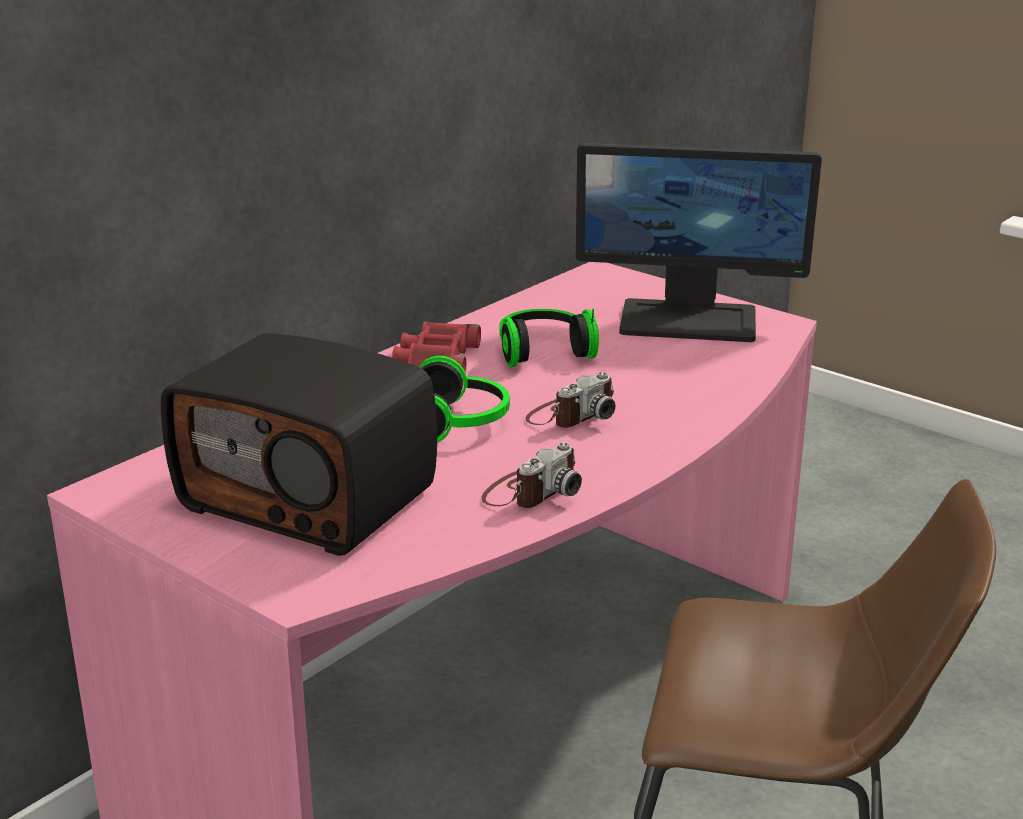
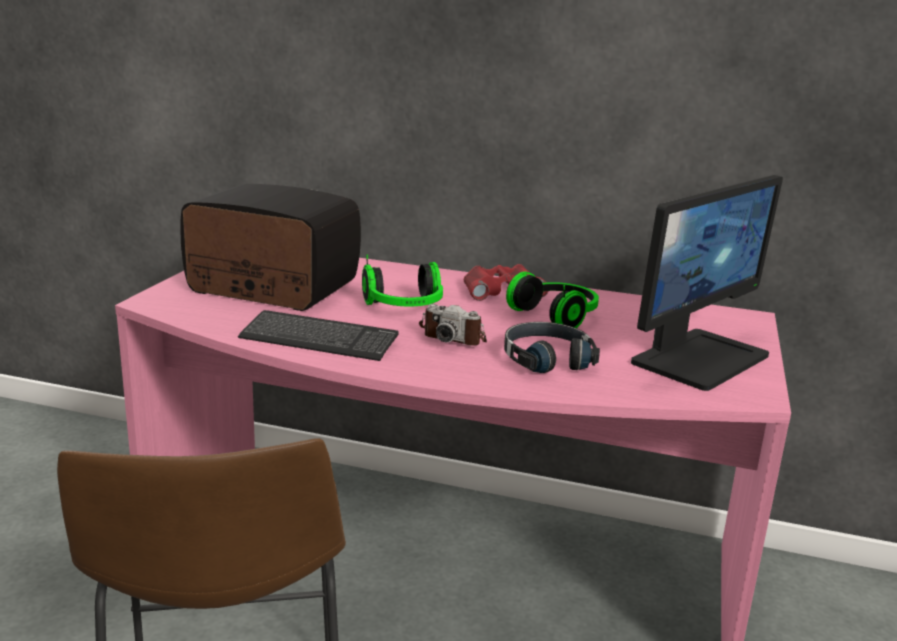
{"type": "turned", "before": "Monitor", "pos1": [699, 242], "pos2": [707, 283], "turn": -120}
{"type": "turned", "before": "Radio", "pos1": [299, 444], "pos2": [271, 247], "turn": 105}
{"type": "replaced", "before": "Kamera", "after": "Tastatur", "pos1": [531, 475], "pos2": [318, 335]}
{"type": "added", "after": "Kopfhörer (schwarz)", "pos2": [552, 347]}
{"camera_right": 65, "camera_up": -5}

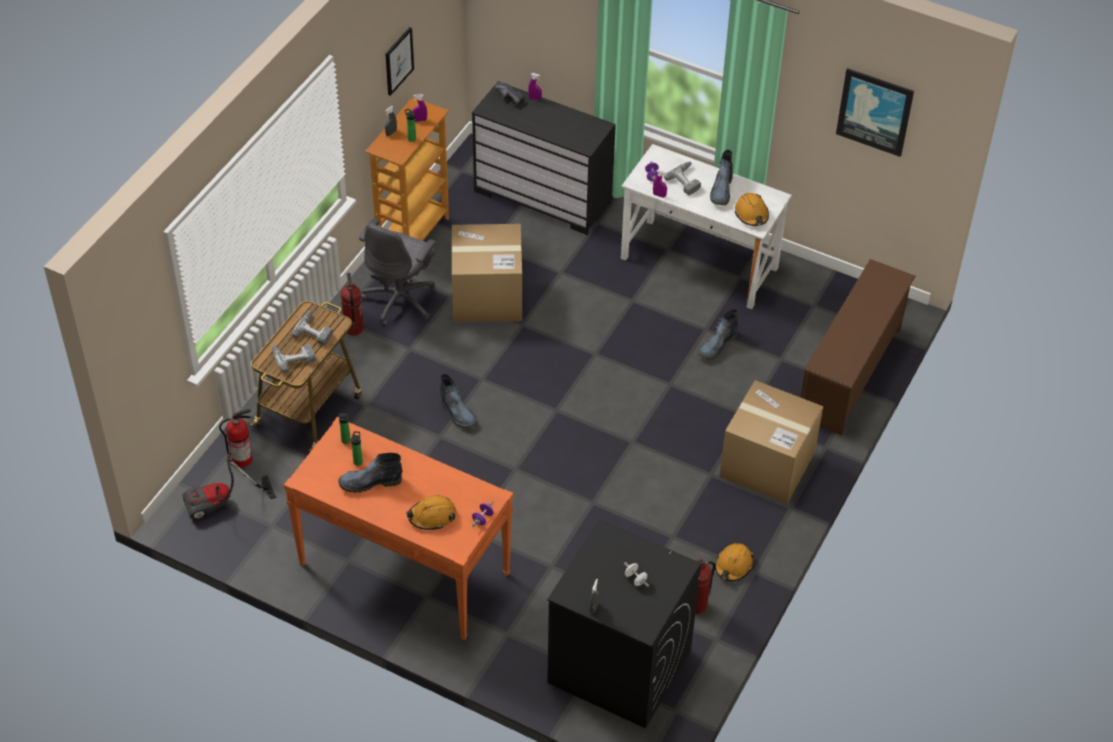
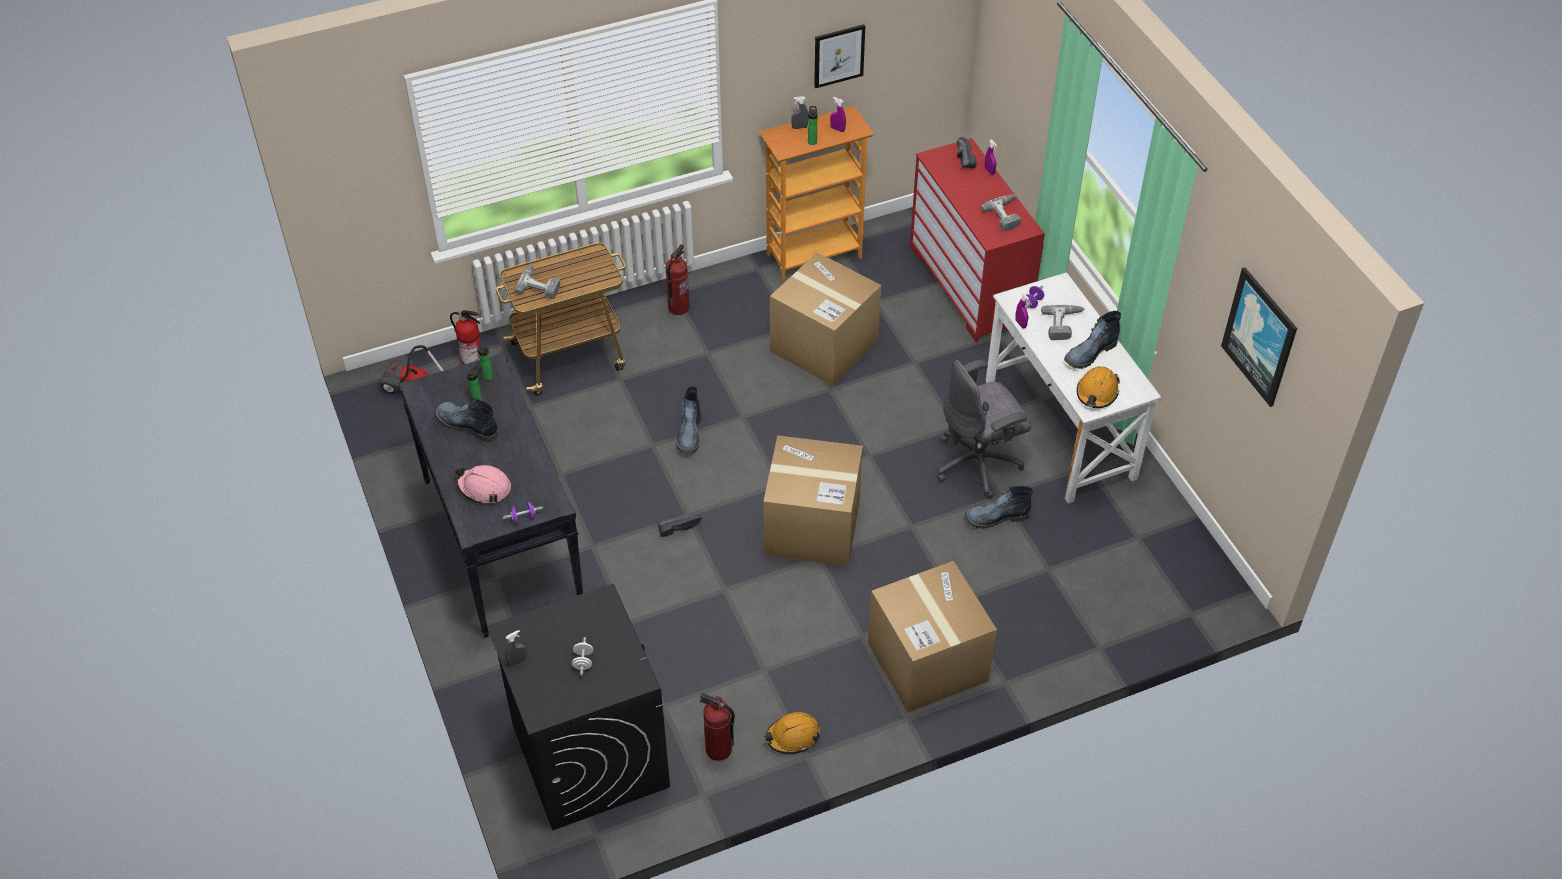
{"type": "recoloured", "before": "Kommode (schwarz)", "after": "Kommode (rot)", "pos1": [544, 158], "pos2": [977, 240]}
{"type": "moved", "before": "Bürostuhl (grau)", "pos1": [398, 273], "pos2": [984, 429]}
{"type": "removed", "before": "Schuhregal (braun)", "pos1": [858, 347]}
{"type": "moved", "before": "Bohrmaschine", "pos1": [312, 328], "pos2": [1001, 212]}
{"type": "recoloured", "before": "Konsolentisch (orange)", "after": "Konsolentisch (schwarz)", "pos1": [399, 529], "pos2": [490, 495]}
{"type": "recoloured", "before": "Schutzhelm (orange)", "after": "Schutzhelm (rosa)", "pos1": [431, 512], "pos2": [483, 484]}
{"type": "added", "after": "Karton", "pos2": [813, 500]}
{"type": "added", "after": "Schuh (schwarz)", "pos2": [679, 526]}
{"camera_right": 40, "camera_up": 0}

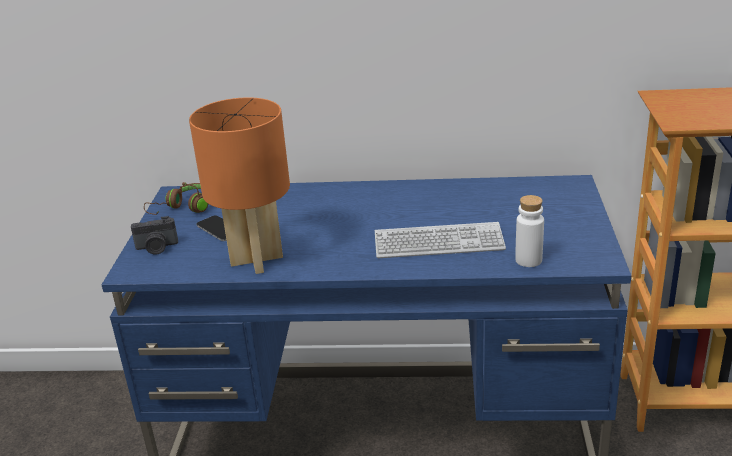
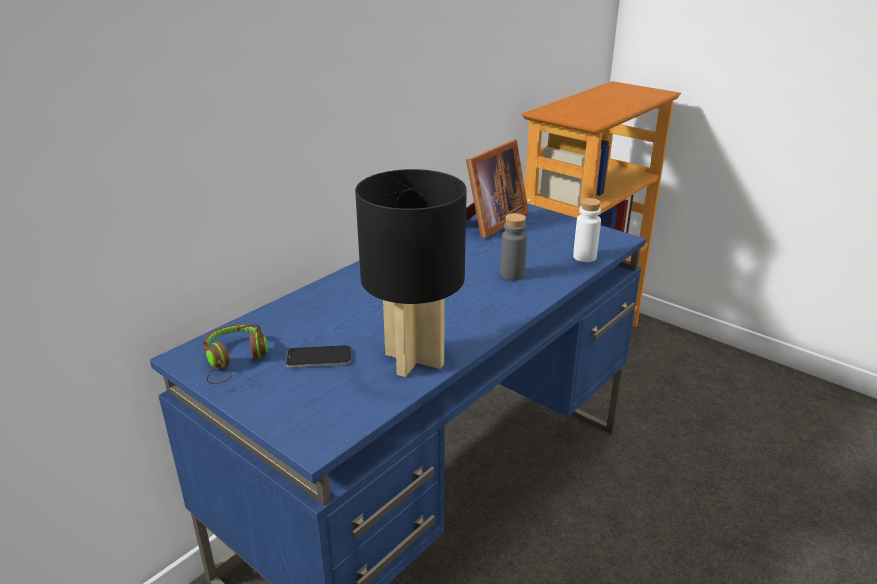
{"type": "recoloured", "before": "Tischlampe (orange)", "after": "Tischlampe (schwarz)", "pos1": [239, 185], "pos2": [411, 273]}
{"type": "removed", "before": "Kamera", "pos1": [154, 235]}
{"type": "replaced", "before": "Tastatur", "after": "Flasche (grau)", "pos1": [440, 240], "pos2": [513, 246]}
{"type": "added", "after": "Bilderrahmen", "pos2": [497, 189]}
{"camera_right": -55, "camera_up": 0}

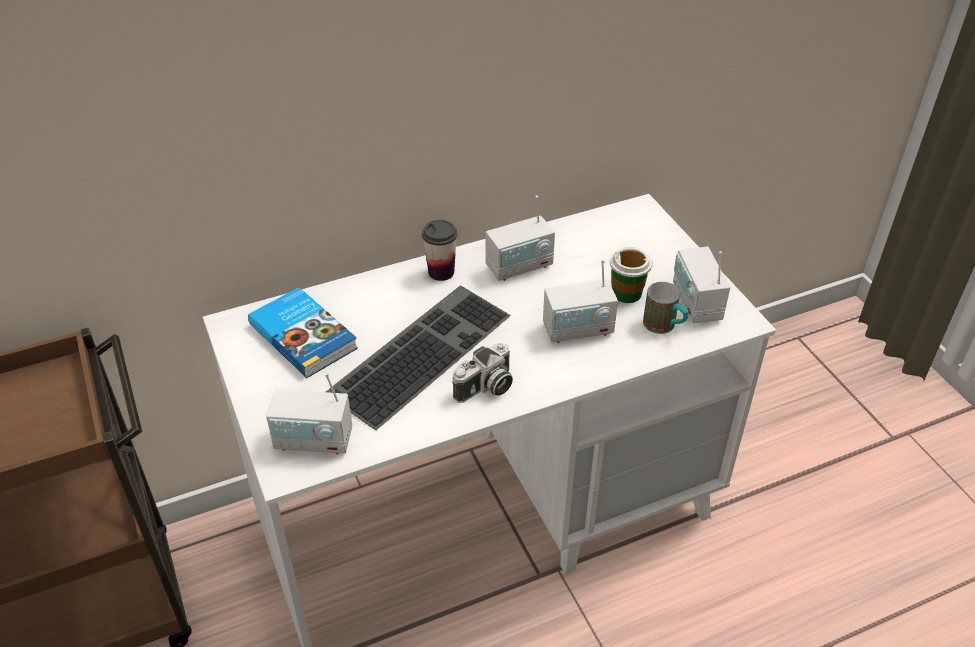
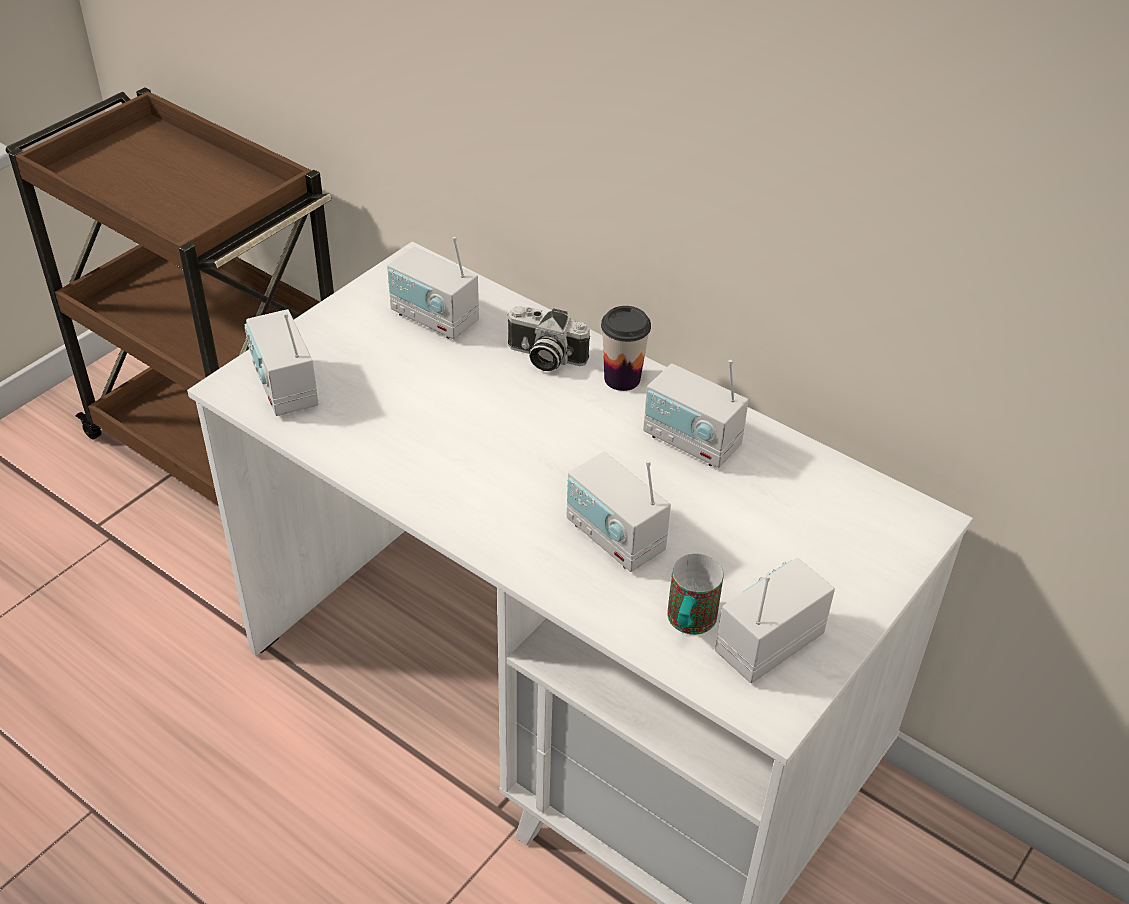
{"type": "removed", "before": "Tasse", "pos1": [631, 275]}
{"type": "removed", "before": "Tastatur", "pos1": [418, 357]}
{"type": "replaced", "before": "Buch", "after": "Radio", "pos1": [303, 332], "pos2": [433, 288]}
{"type": "moved", "before": "Kamera", "pos1": [483, 373], "pos2": [548, 338]}
{"camera_right": 60, "camera_up": 0}

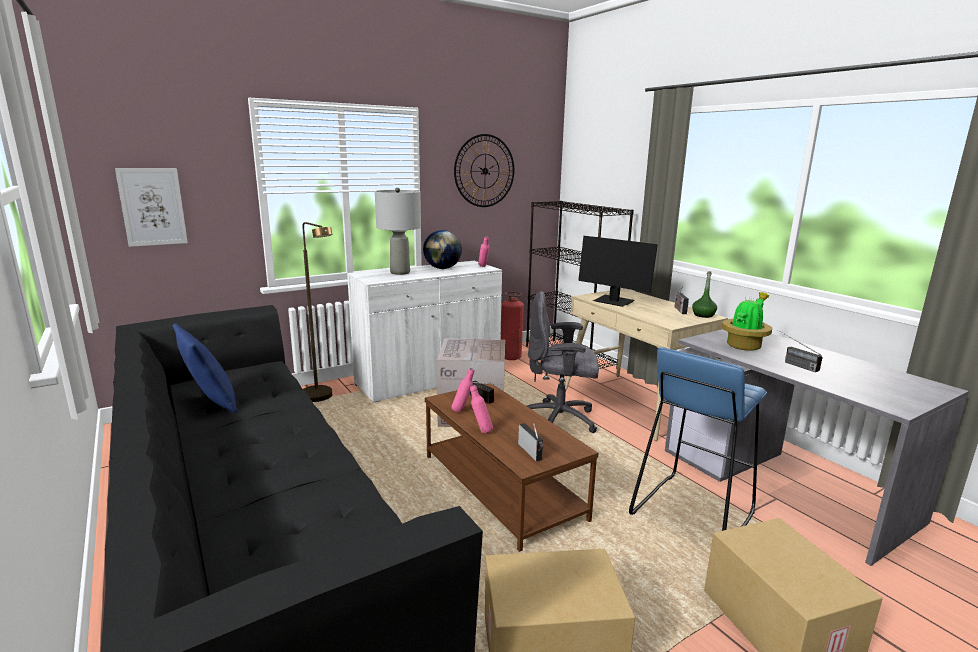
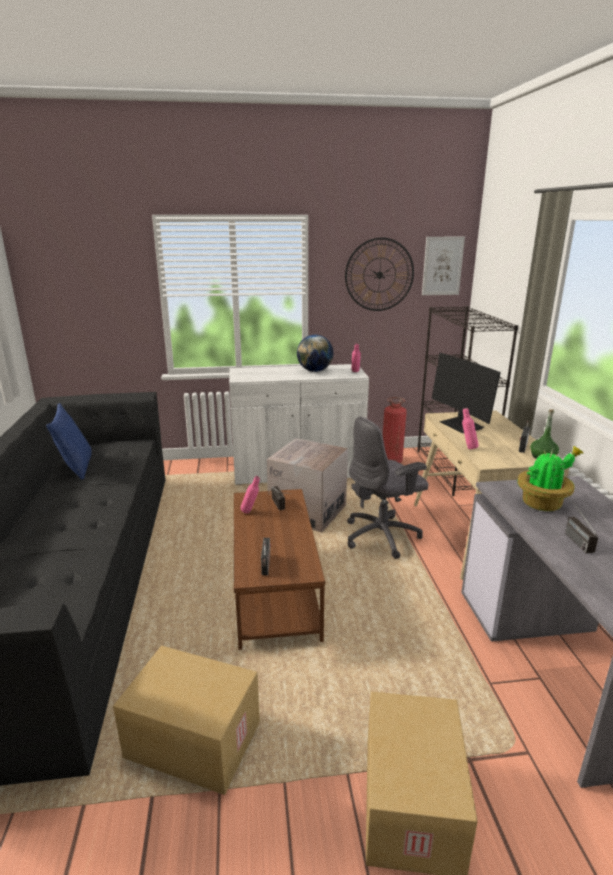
{"type": "moved", "before": "Bild", "pos1": [151, 207], "pos2": [443, 266]}
{"type": "removed", "before": "Tischlampe (grau)", "pos1": [398, 231]}
{"type": "removed", "before": "Stehlampe (braun)", "pos1": [317, 312]}
{"type": "turned", "before": "Bürostuhl (grau)", "pos1": [563, 362], "pos2": [388, 488], "turn": -60}
{"type": "removed", "before": "Hocker (blau)", "pos1": [698, 439]}
{"type": "moved", "before": "Flasche (rosa)", "pos1": [481, 409], "pos2": [470, 428]}
{"camera_right": 25, "camera_up": 5}

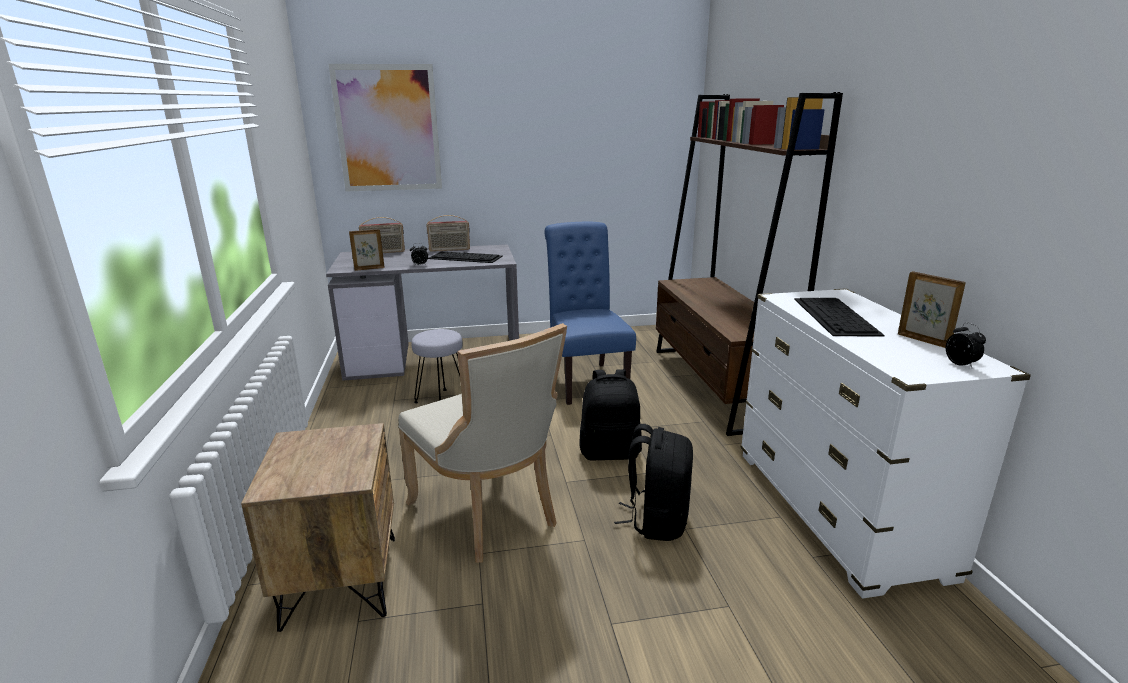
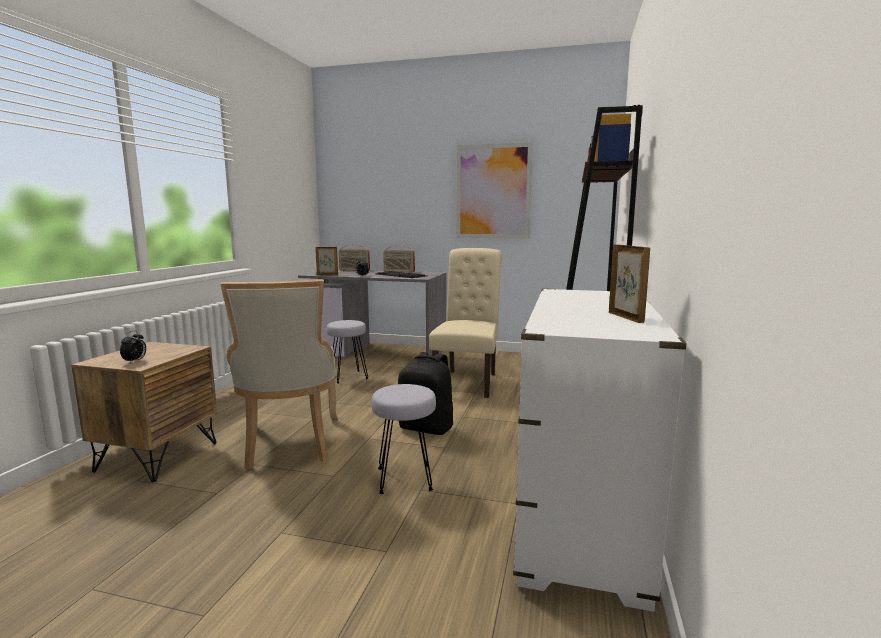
{"type": "moved", "before": "Bild", "pos1": [385, 127], "pos2": [494, 190]}
{"type": "recoloured", "before": "Stuhl (blau)", "after": "Stuhl (beige)", "pos1": [590, 313], "pos2": [465, 323]}
{"type": "removed", "before": "Tastatur", "pos1": [839, 317]}
{"type": "moved", "before": "Wecker", "pos1": [966, 345], "pos2": [133, 347]}
{"type": "replaced", "before": "Rucksack (schwarz)", "after": "Hocker (grau)", "pos1": [653, 482], "pos2": [403, 439]}
{"camera_right": 25, "camera_up": -10}

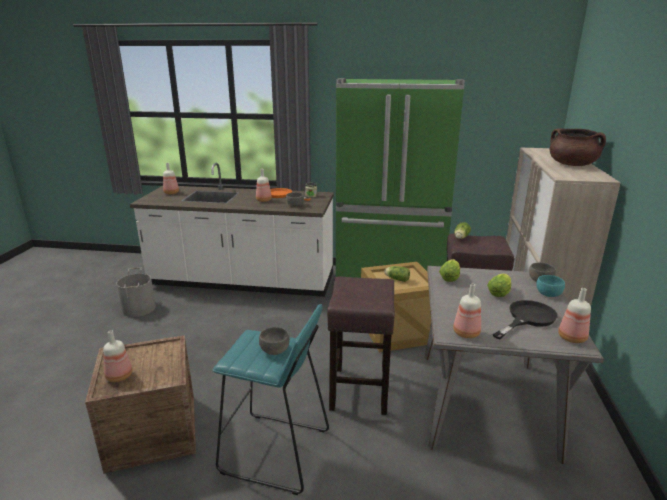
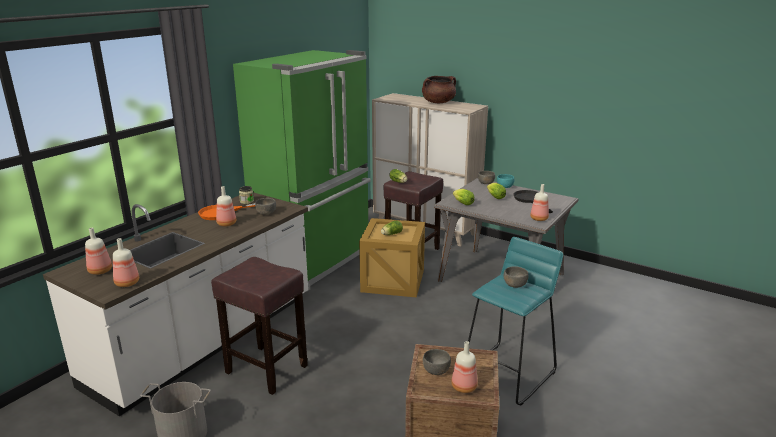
{"type": "moved", "before": "Hocker (braun)", "pos1": [361, 345], "pos2": [259, 326]}
{"type": "moved", "before": "Flasche", "pos1": [574, 315], "pos2": [126, 262]}
{"type": "added", "after": "Schüssel (grau)", "pos2": [437, 362]}
{"camera_right": -65, "camera_up": 0}

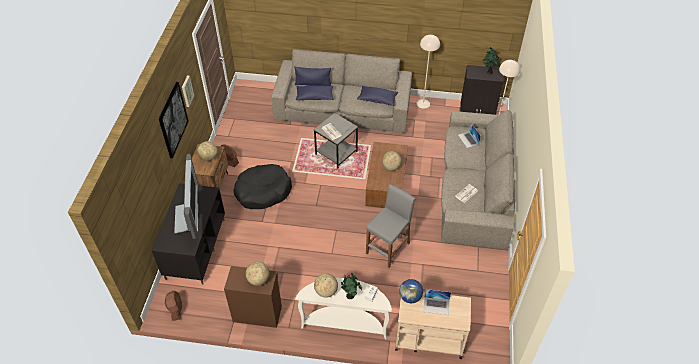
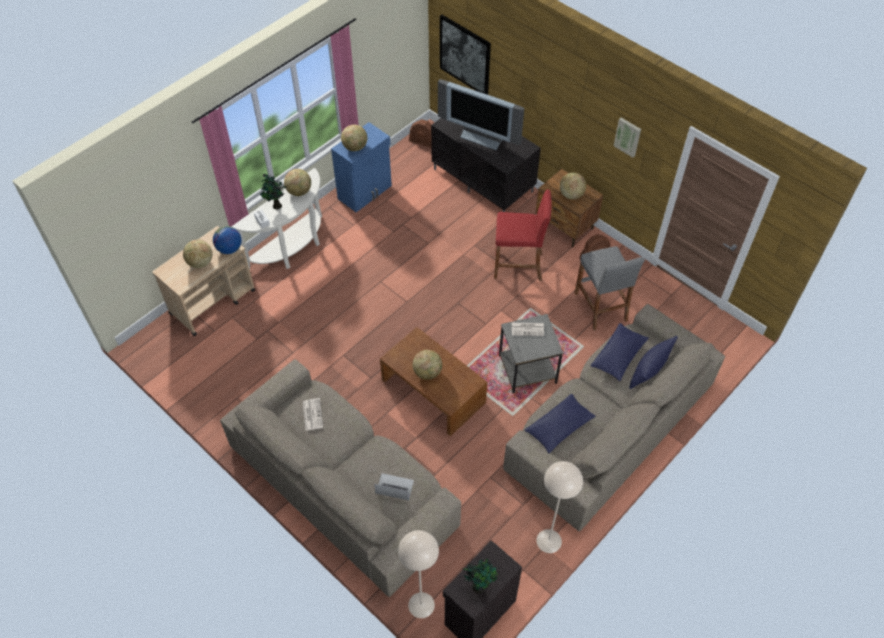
{"type": "moved", "before": "Bild", "pos1": [174, 120], "pos2": [465, 55]}
{"type": "replaced", "before": "Hundebett (schwarz)", "after": "Hocker (rot)", "pos1": [263, 186], "pos2": [523, 235]}
{"type": "moved", "before": "Hocker (grau)", "pos1": [390, 226], "pos2": [610, 288]}
{"type": "recoloured", "before": "Schrank (braun)", "after": "Schrank (blau)", "pos1": [253, 297], "pos2": [361, 167]}
{"type": "replaced", "before": "Laptop", "after": "Globus", "pos1": [437, 302], "pos2": [197, 254]}
{"camera_right": 125, "camera_up": 5}

